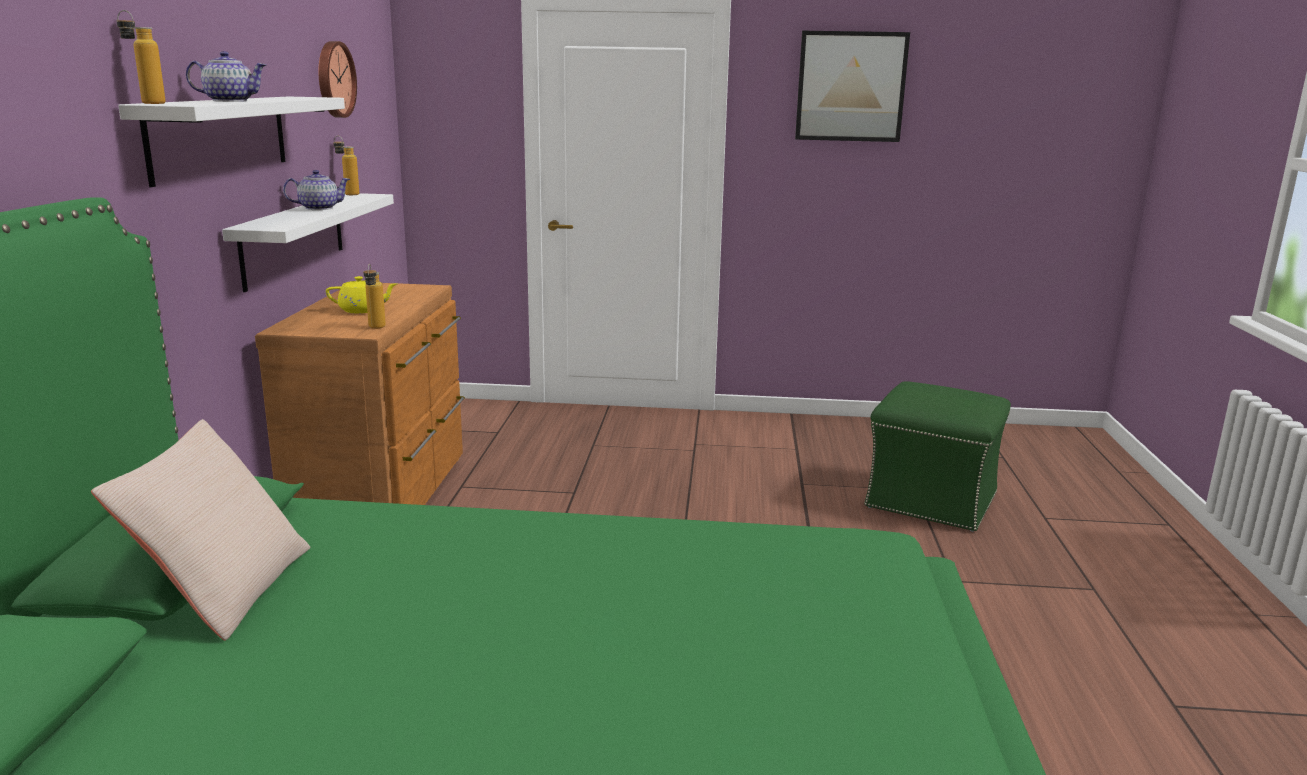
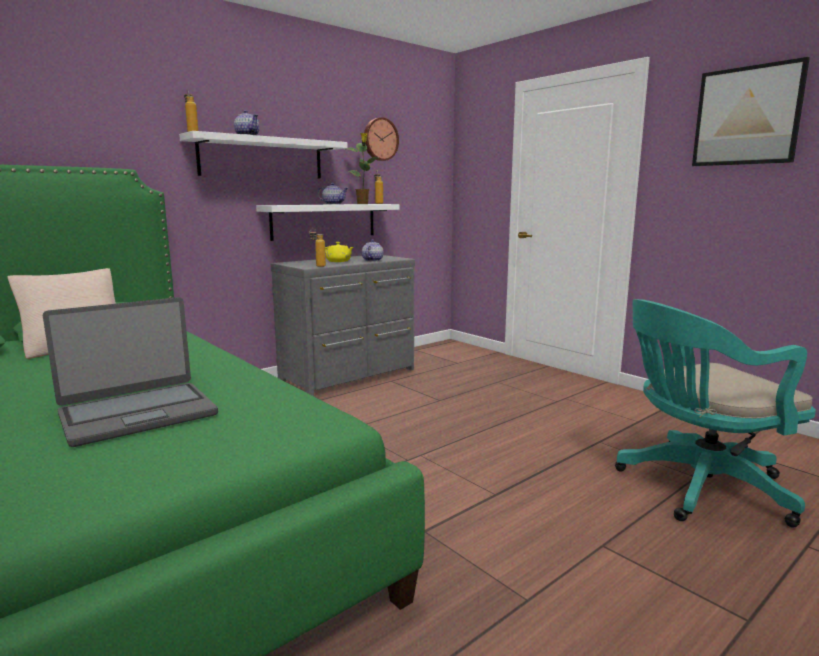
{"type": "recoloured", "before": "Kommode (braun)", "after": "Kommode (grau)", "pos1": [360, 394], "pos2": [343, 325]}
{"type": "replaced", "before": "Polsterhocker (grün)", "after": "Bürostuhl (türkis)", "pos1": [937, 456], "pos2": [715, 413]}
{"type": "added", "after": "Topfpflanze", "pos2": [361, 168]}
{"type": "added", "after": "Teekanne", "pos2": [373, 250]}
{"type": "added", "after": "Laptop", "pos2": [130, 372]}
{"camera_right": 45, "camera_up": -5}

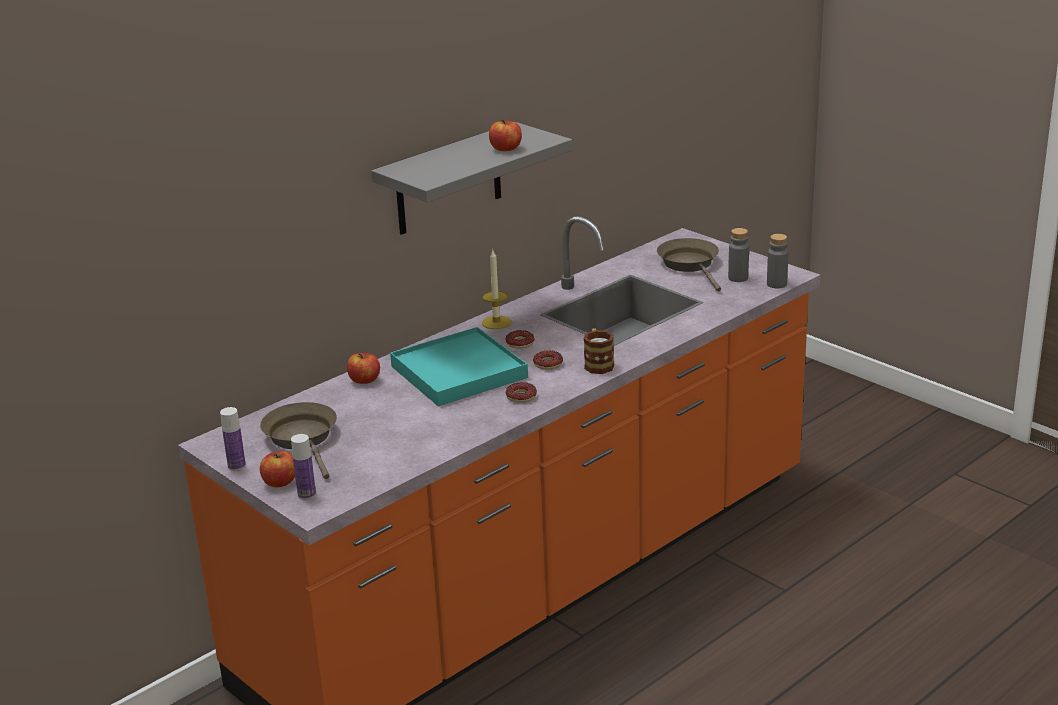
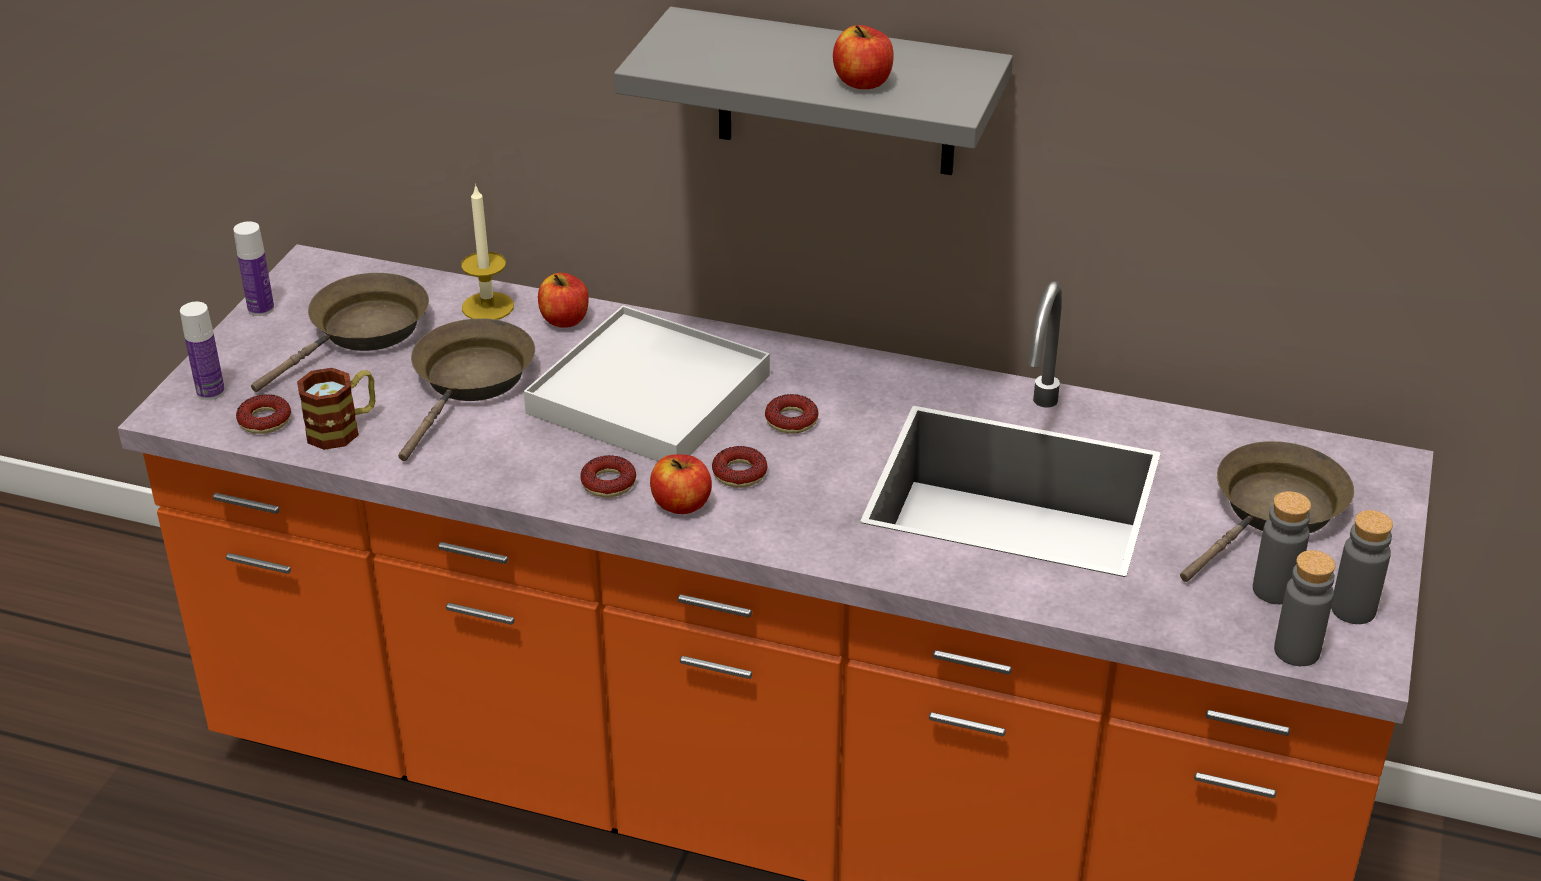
{"type": "moved", "before": "Kerze", "pos1": [496, 289], "pos2": [487, 252]}
{"type": "recoloured", "before": "Tablett (türkis)", "after": "Tablett (weiß)", "pos1": [459, 366], "pos2": [647, 383]}
{"type": "moved", "before": "Henkelbecher", "pos1": [599, 351], "pos2": [336, 409]}
{"type": "moved", "before": "Apfel", "pos1": [277, 469], "pos2": [681, 484]}
{"type": "added", "after": "Pfanne (braun)", "pos2": [466, 389]}
{"type": "added", "after": "Donut", "pos2": [263, 414]}
{"type": "added", "after": "Flasche (grau)", "pos2": [1362, 567]}
{"camera_right": 60, "camera_up": 10}

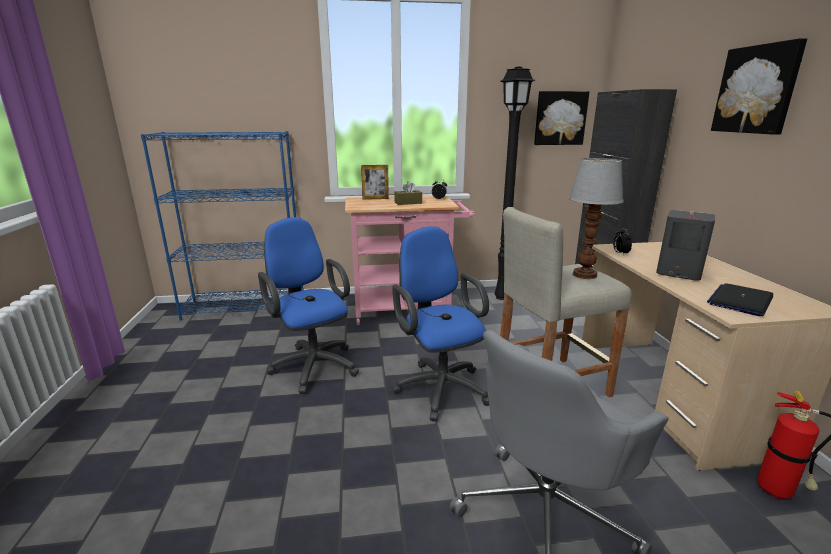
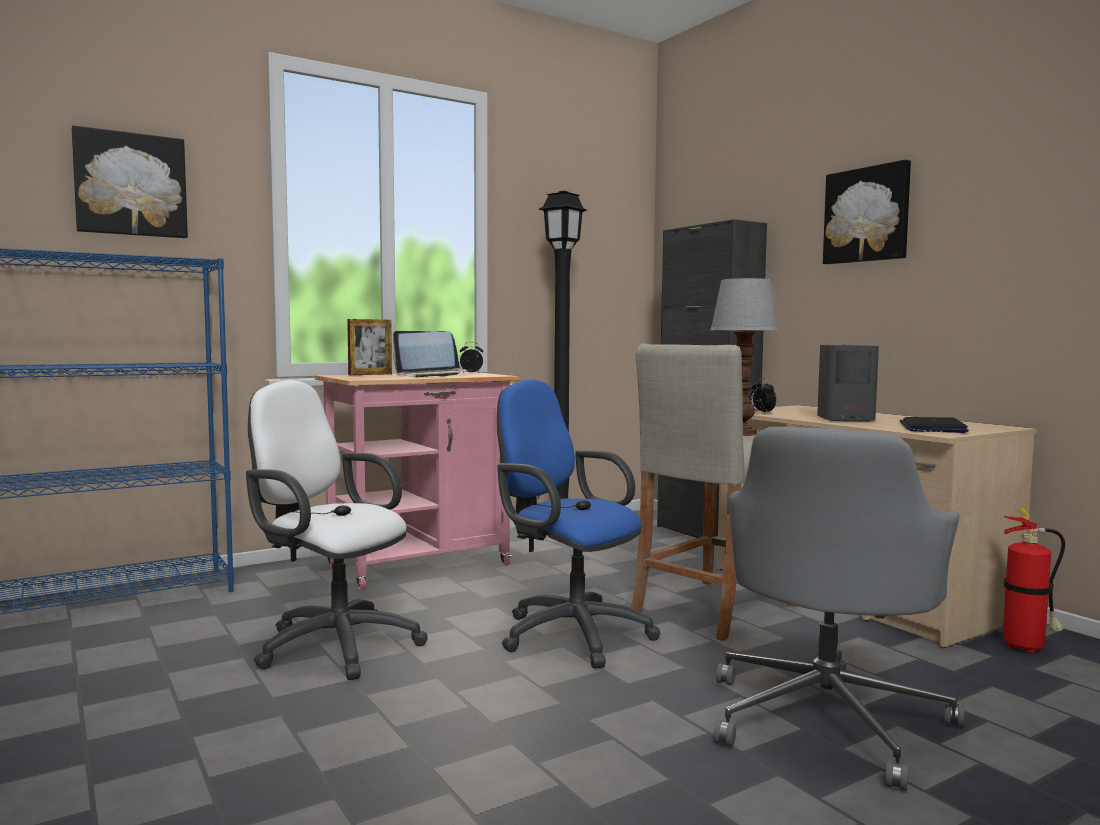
{"type": "moved", "before": "Bild", "pos1": [561, 118], "pos2": [130, 182]}
{"type": "replaced", "before": "Taschentuchbox (braun)", "after": "Laptop", "pos1": [408, 193], "pos2": [432, 354]}
{"type": "recoloured", "before": "Bürostuhl (blau)", "after": "Bürostuhl (weiß)", "pos1": [308, 305], "pos2": [336, 530]}
{"camera_right": -25, "camera_up": -15}

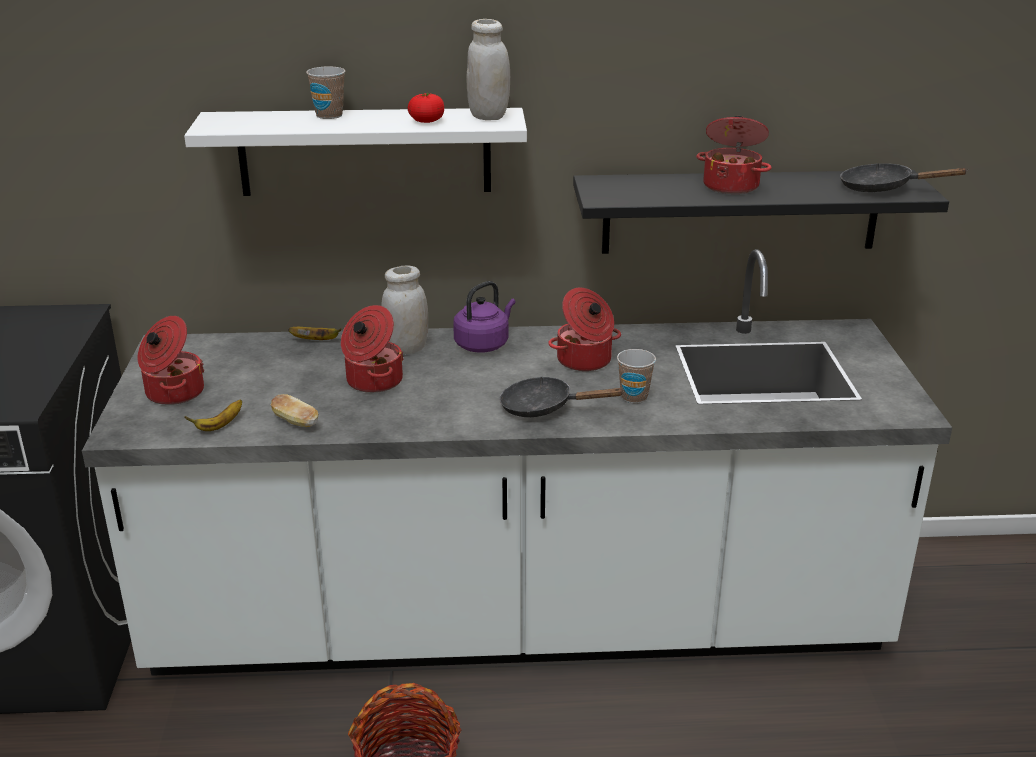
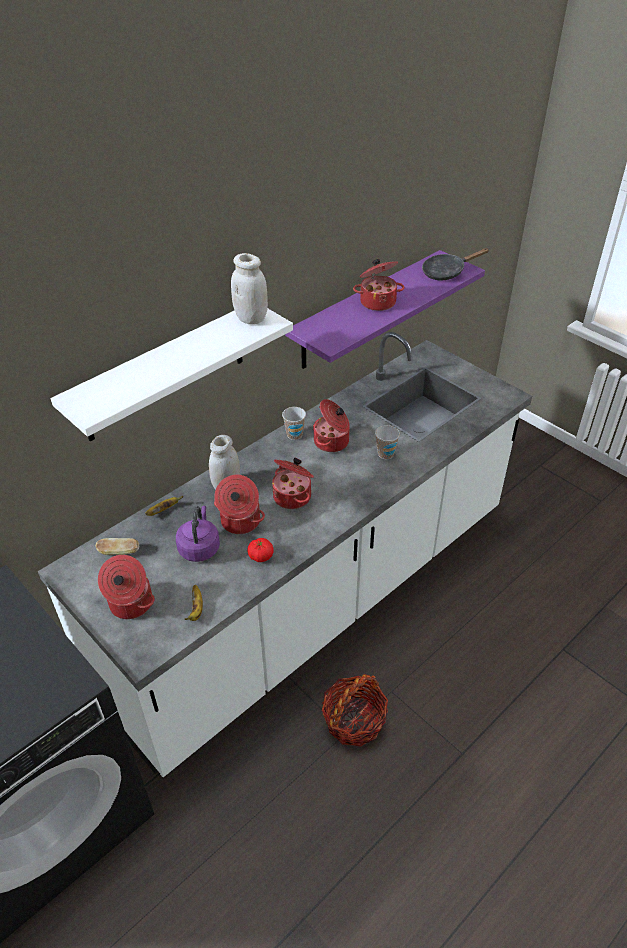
{"type": "moved", "before": "Tasse", "pos1": [325, 92], "pos2": [294, 423]}
{"type": "moved", "before": "Tomate", "pos1": [426, 108], "pos2": [260, 550]}
{"type": "recoloured", "before": "Wandregal (schwarz)", "after": "Wandregal (lila)", "pos1": [761, 212], "pos2": [385, 309]}
{"type": "moved", "before": "Wasserkessel (lila)", "pos1": [484, 317], "pos2": [198, 534]}
{"type": "removed", "before": "Pfanne (schwarz)", "pos1": [562, 396]}
{"type": "moved", "before": "Brot", "pos1": [294, 410], "pos2": [117, 546]}
{"type": "added", "after": "Kochtopf", "pos2": [293, 483]}
{"camera_right": -40, "camera_up": 15}

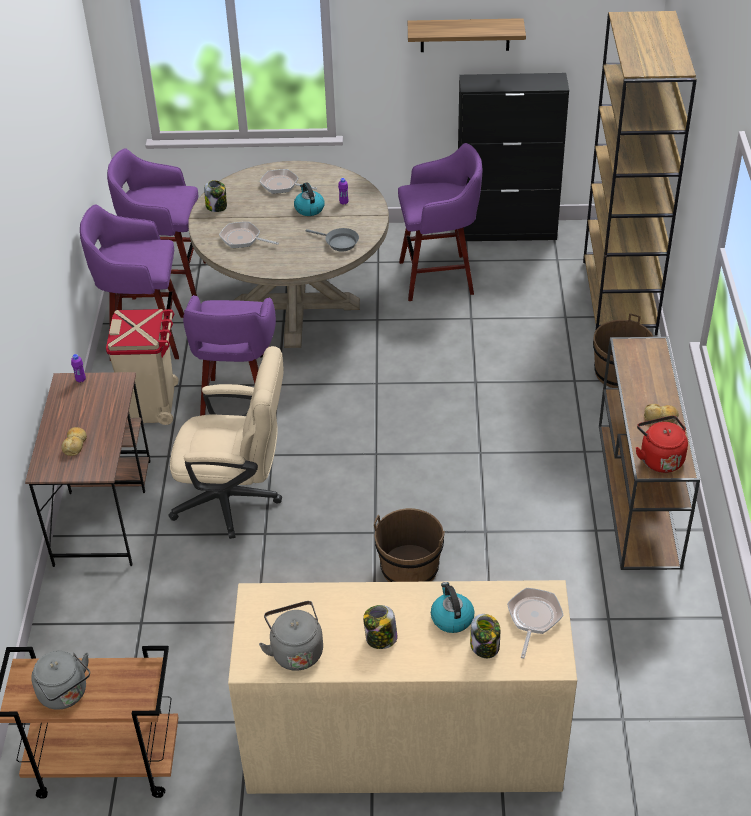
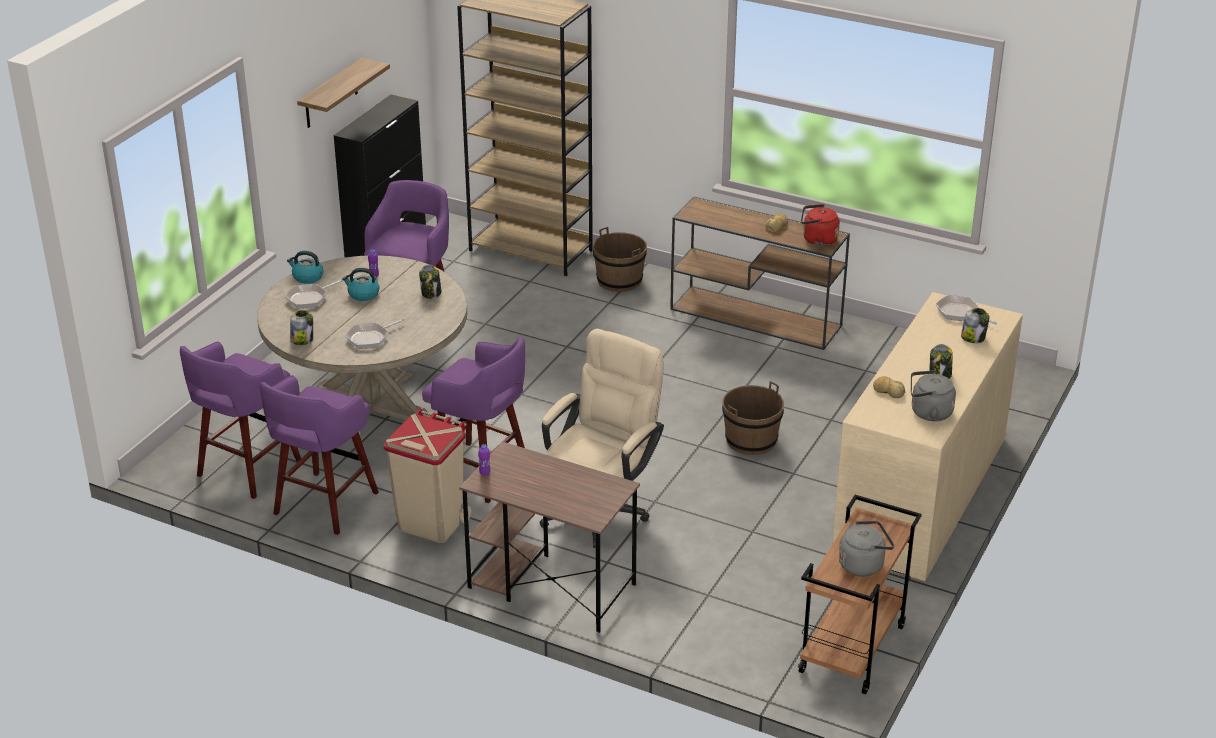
{"type": "replaced", "before": "Pfanne (grau)", "after": "Vorratsglas", "pos1": [332, 240], "pos2": [430, 282]}
{"type": "moved", "before": "Brot", "pos1": [74, 441], "pos2": [889, 387]}
{"type": "moved", "before": "Wasserkessel", "pos1": [452, 607], "pos2": [305, 267]}
{"camera_right": -65, "camera_up": -10}

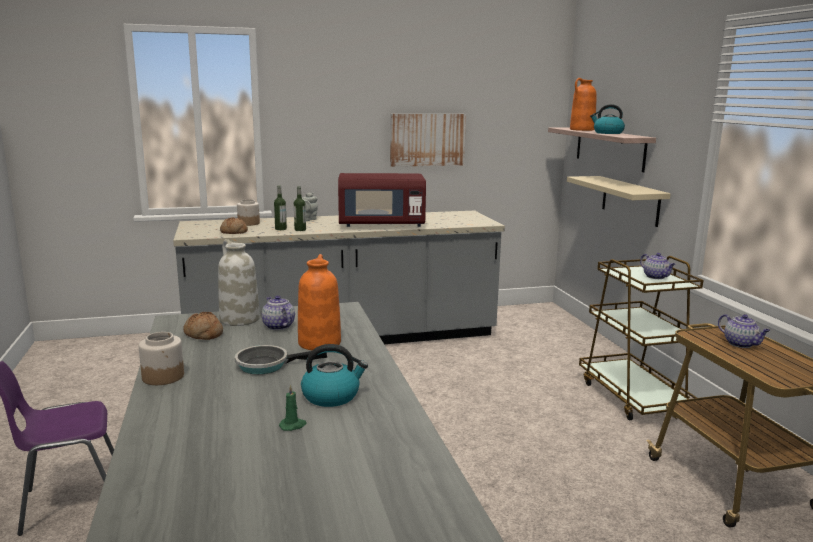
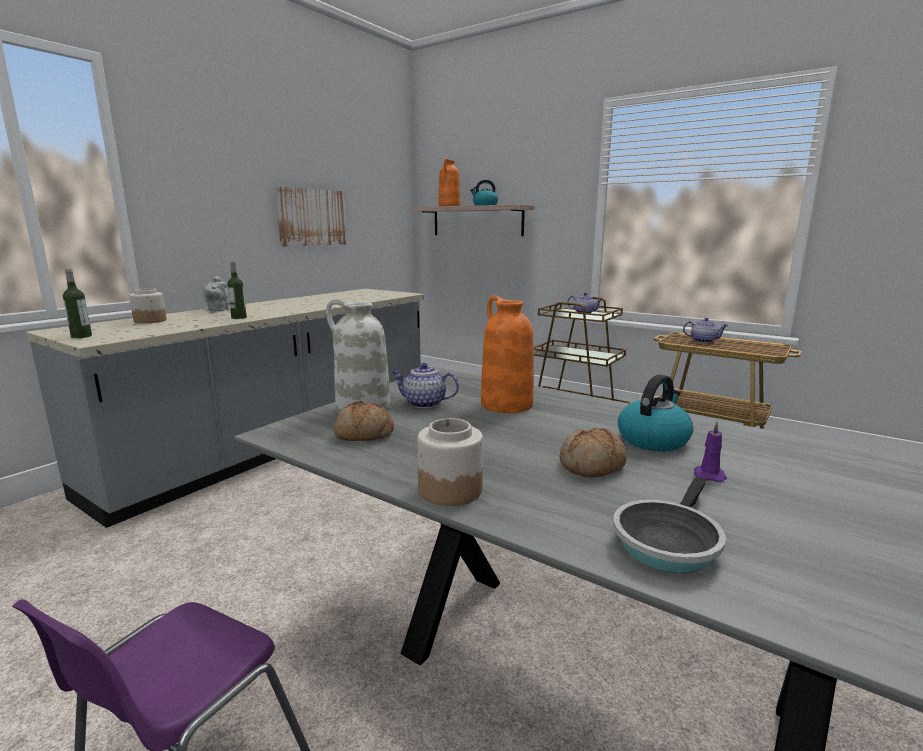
{"type": "removed", "before": "Mikrowelle (rot)", "pos1": [382, 200]}
{"type": "removed", "before": "Wandregal (beige)", "pos1": [619, 201]}
{"type": "moved", "before": "Flasche", "pos1": [280, 208], "pos2": [77, 303]}
{"type": "moved", "before": "Brot", "pos1": [234, 225], "pos2": [593, 452]}
{"type": "moved", "before": "Pfanne", "pos1": [281, 359], "pos2": [669, 525]}
{"type": "recoloured", "before": "Kerze (grün)", "after": "Kerze (lila)", "pos1": [293, 408], "pos2": [710, 452]}
{"camera_right": -40, "camera_up": 0}

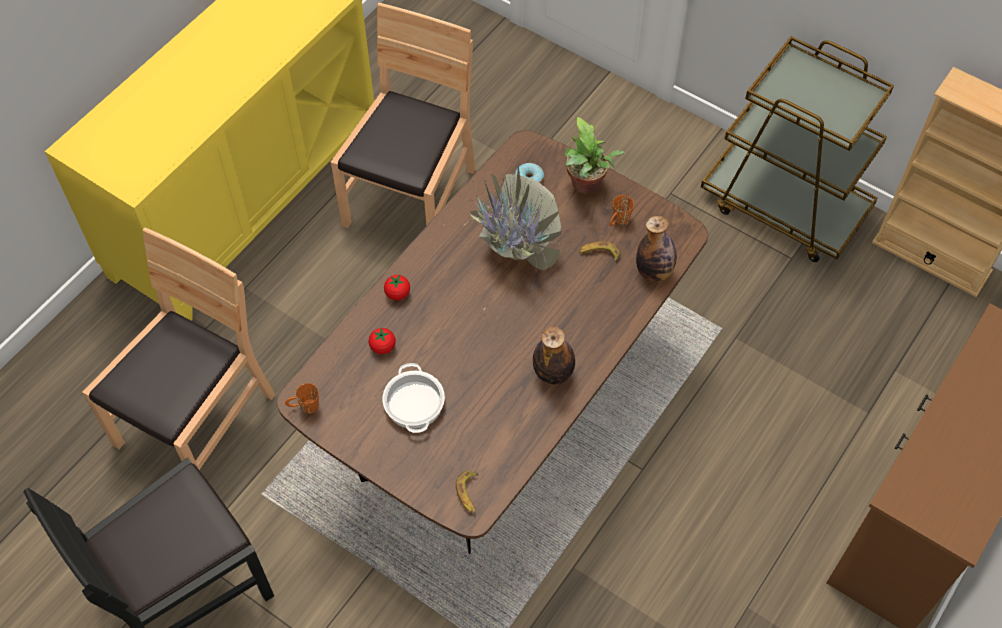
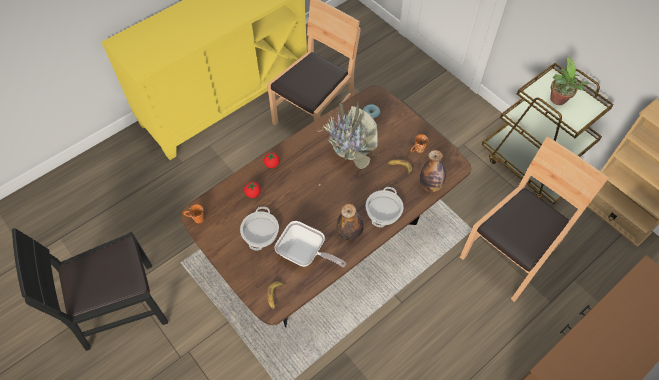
{"type": "moved", "before": "Topfpflanze", "pos1": [594, 154], "pos2": [570, 80]}
{"type": "moved", "before": "Stuhl (braun)", "pos1": [178, 349], "pos2": [534, 219]}
{"type": "added", "after": "Kochtopf", "pos2": [384, 207]}
{"type": "added", "after": "Pfanne", "pos2": [310, 244]}
{"camera_right": 15, "camera_up": 0}

